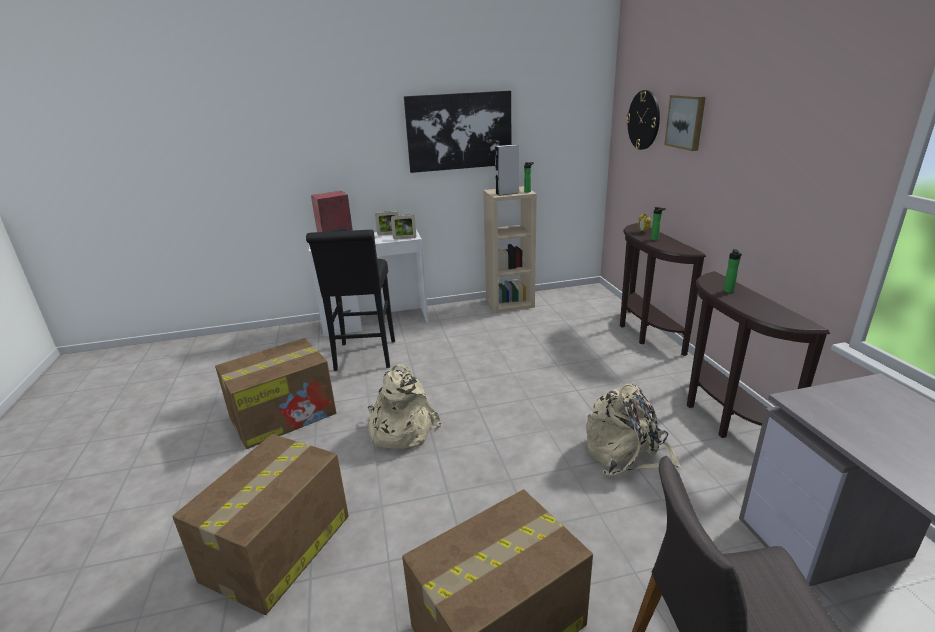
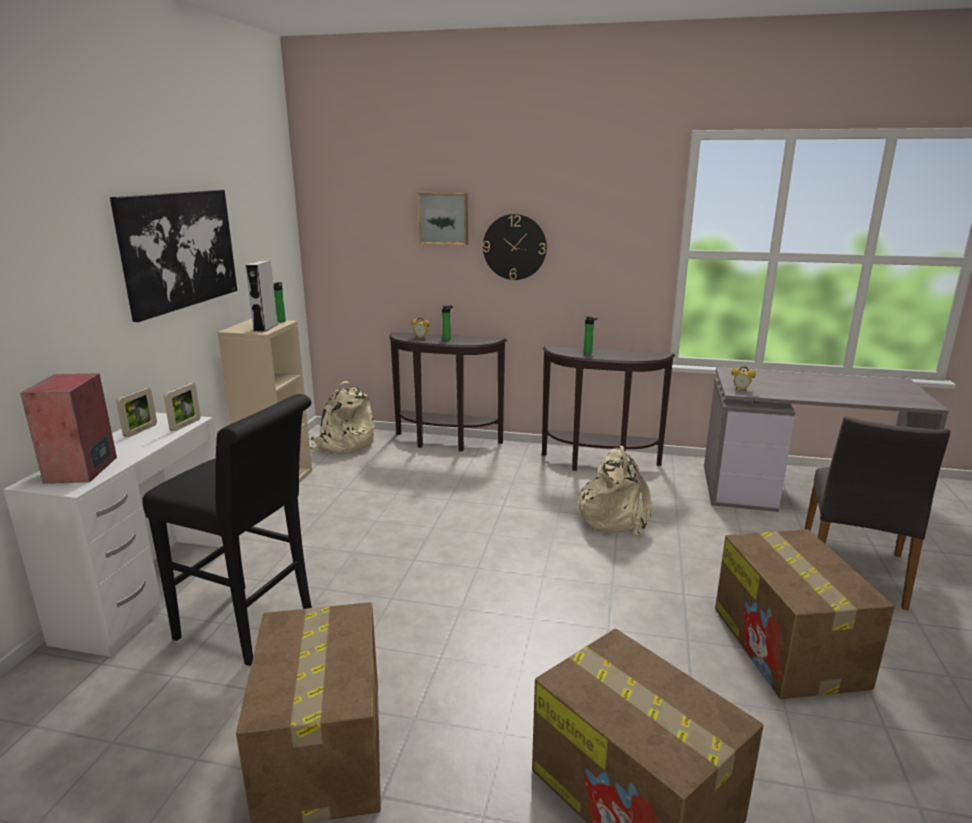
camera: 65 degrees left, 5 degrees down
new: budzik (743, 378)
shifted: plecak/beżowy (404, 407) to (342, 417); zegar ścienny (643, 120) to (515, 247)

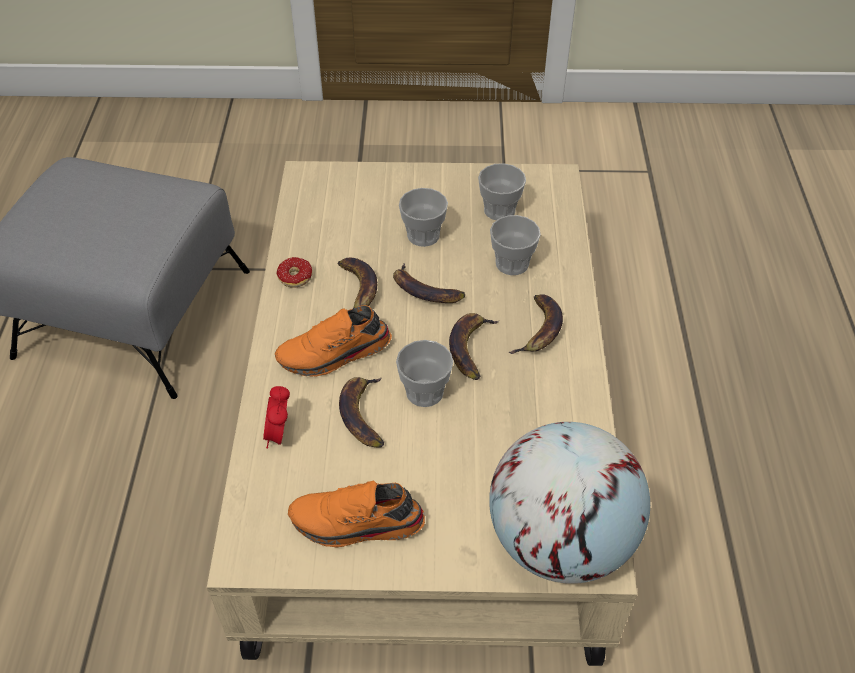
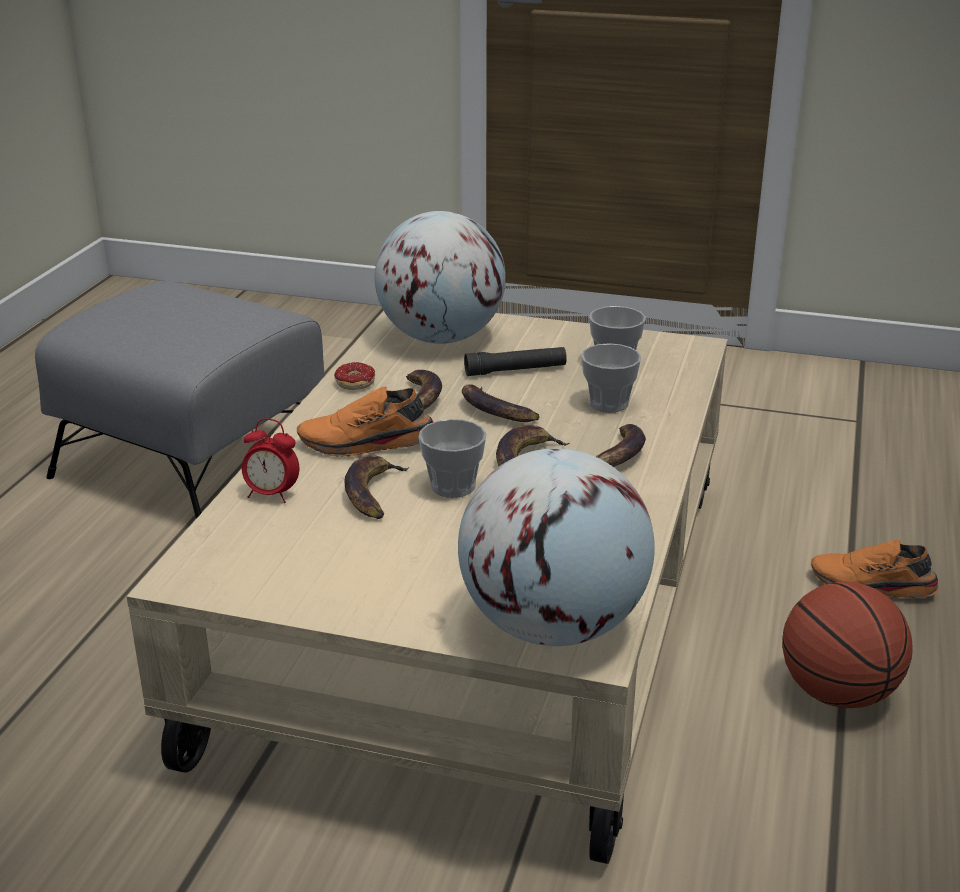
camera: 15 degrees right, 20 degrees down
new: globus (440, 277); piłka do koszykówki (847, 645)
shifted: but/pomarańczowy (356, 514) to (875, 569)
swapped: filiżanka (423, 217) to latarka/czarny (515, 361)
rotated: budzik (276, 417) = (270, 461) 90 degrees counterclockwise

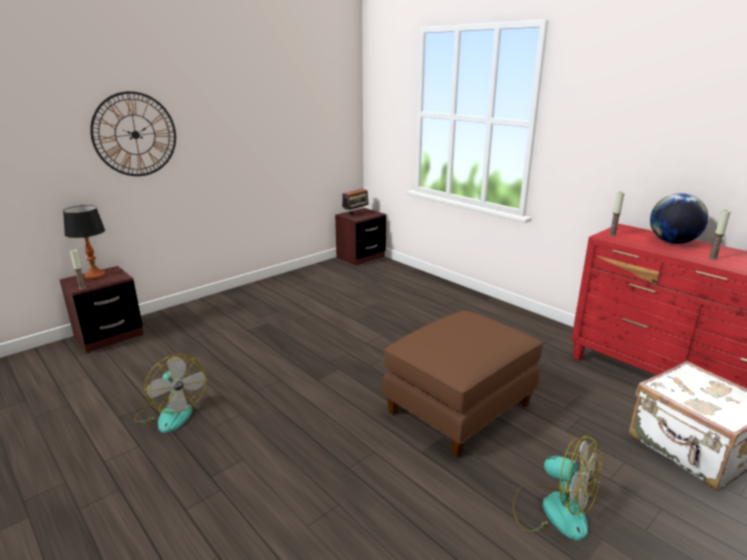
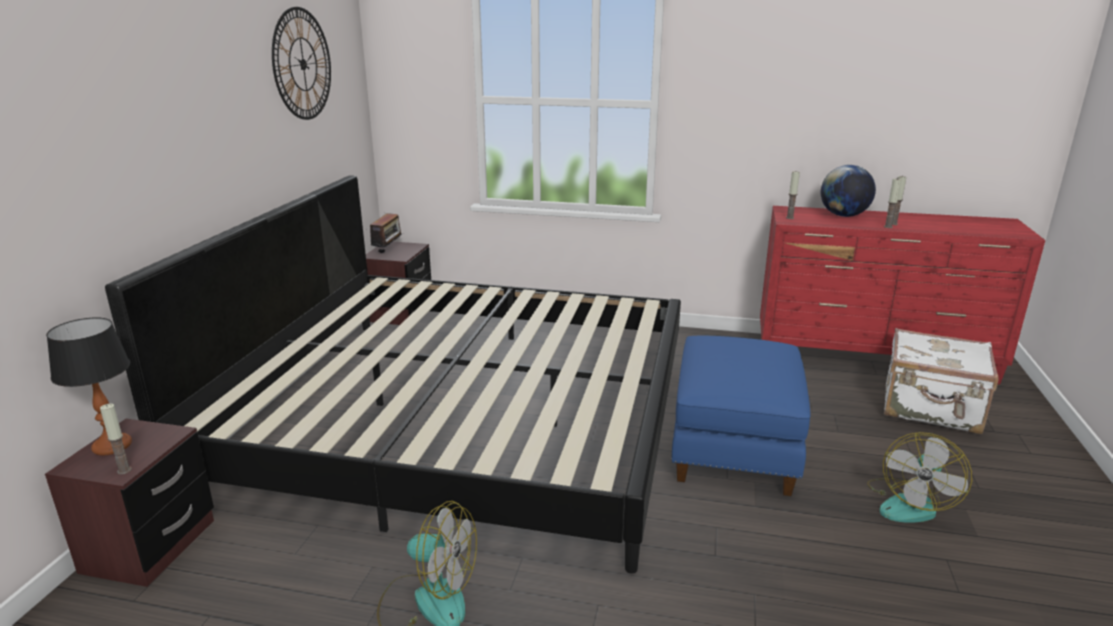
camera: 35 degrees left, 0 degrees up
new: łóżko (393, 374); świeca (892, 203)
shifted: zegar ścienny (133, 133) to (301, 63)
repainted: pufa/brązowy (462, 384) to pufa/niebieski (740, 416)
rotated: wentylator (557, 488) = (919, 477) 120 degrees clockwise

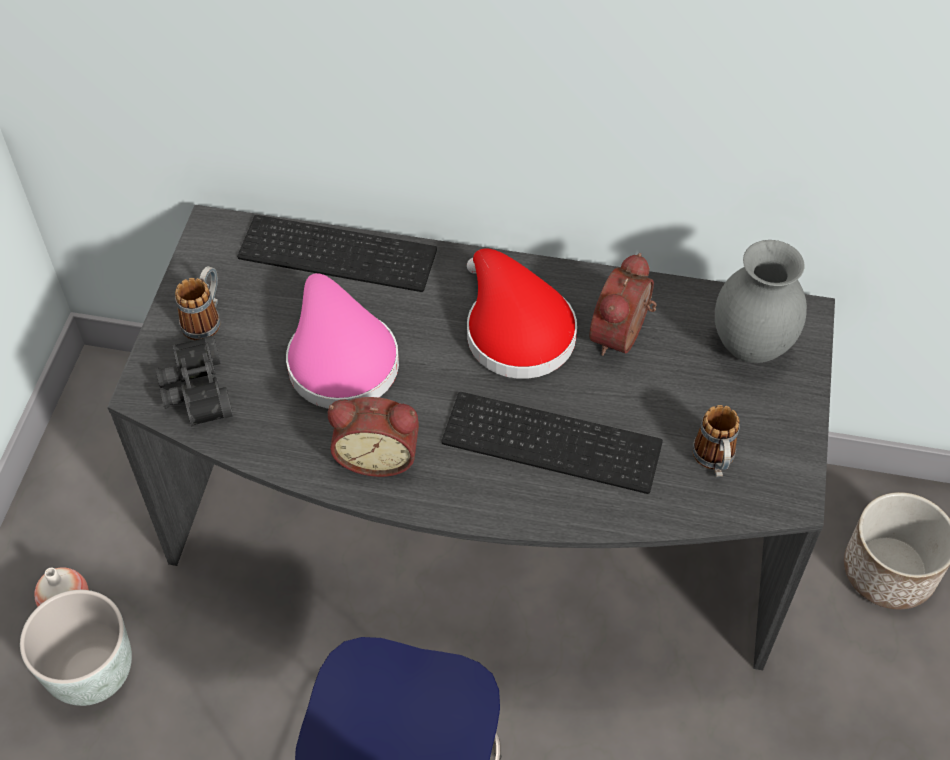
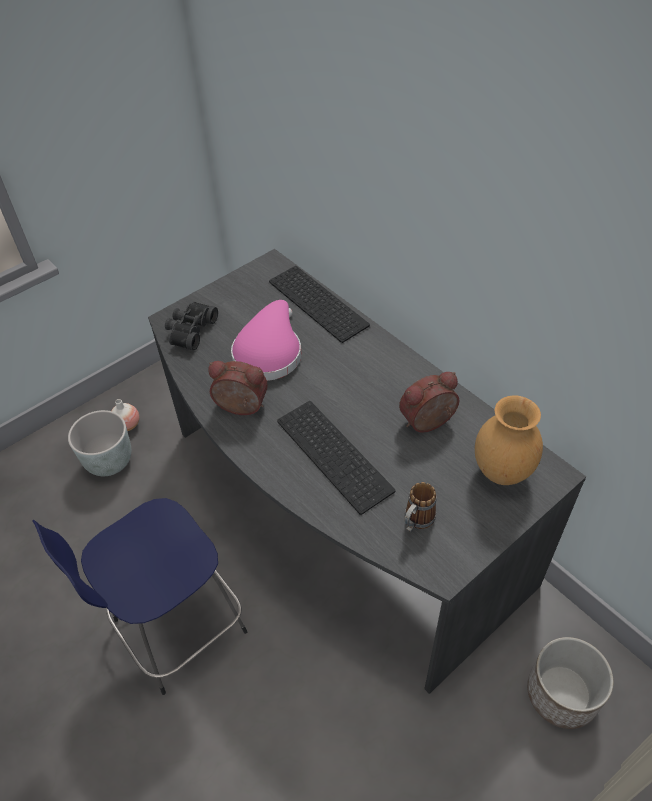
camera: 40 degrees right, 5 degrees down
gone: kubek (197, 303); kapelusz/czerwony (522, 313)
repainted: wazon/szary (761, 301) to wazon/brązowy (509, 440)
rotated: budzik (373, 437) = (238, 388) 150 degrees clockwise

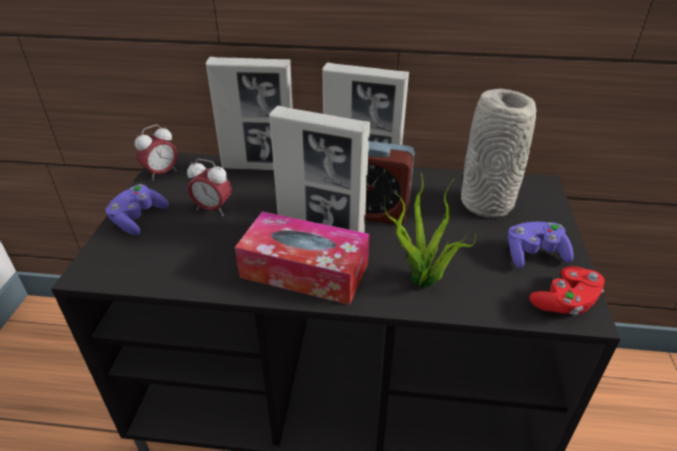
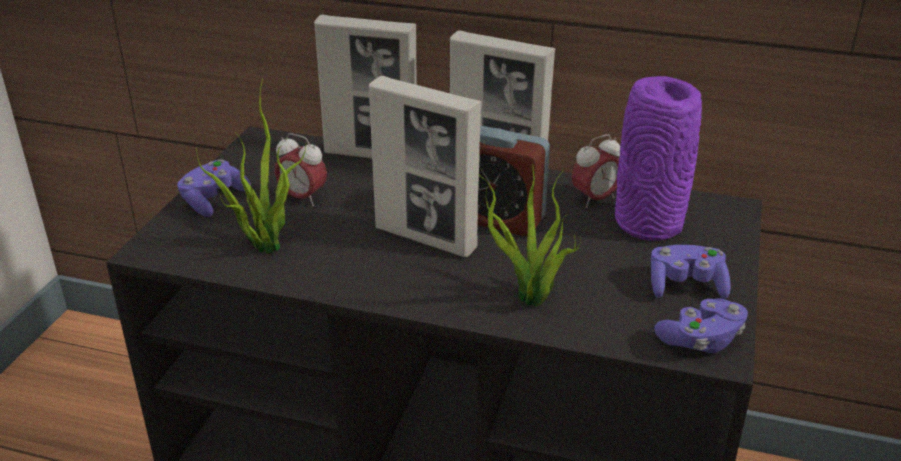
camera: 10 degrees right, 5 degrees down
gone: pudełko chusteczek (302, 258)
new: roślina doniczkowa (251, 166)
shifted: budzik (156, 153) to (596, 171)
repainted: wazon/szary (498, 153) to wazon/fioletowy (658, 158); pad do gier/czerwony (566, 290) to pad do gier/fioletowy (701, 325)

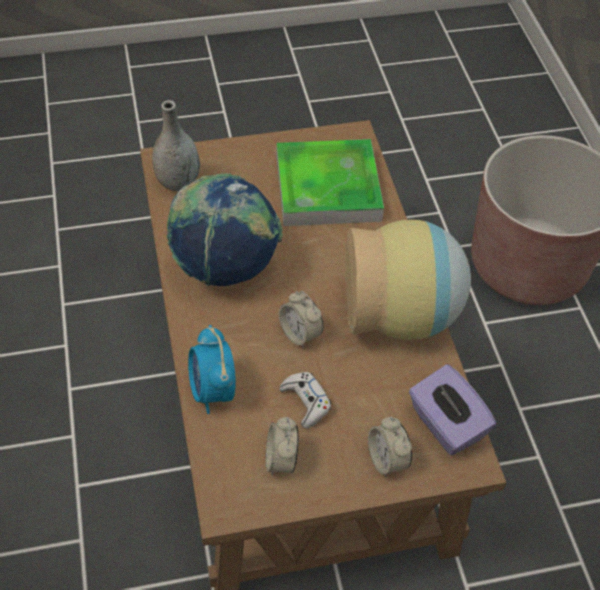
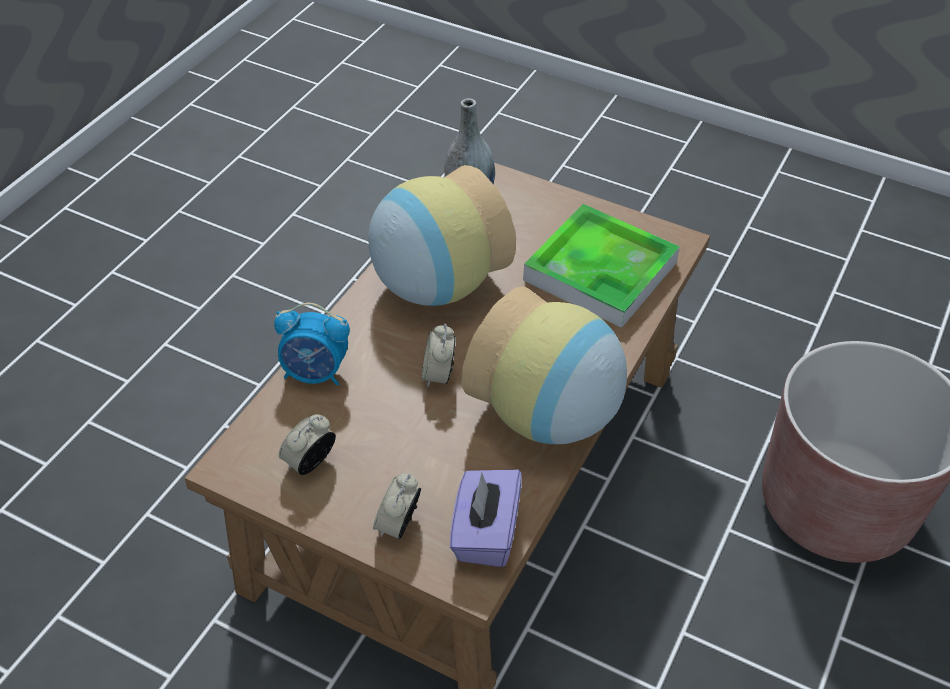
camera: 40 degrees right, 5 degrees down
gone: pad do gier/biały (305, 400)
swapped: globus (224, 229) to wazon (442, 235)
rotated: budzik (212, 369) = (312, 344) 105 degrees counterclockwise

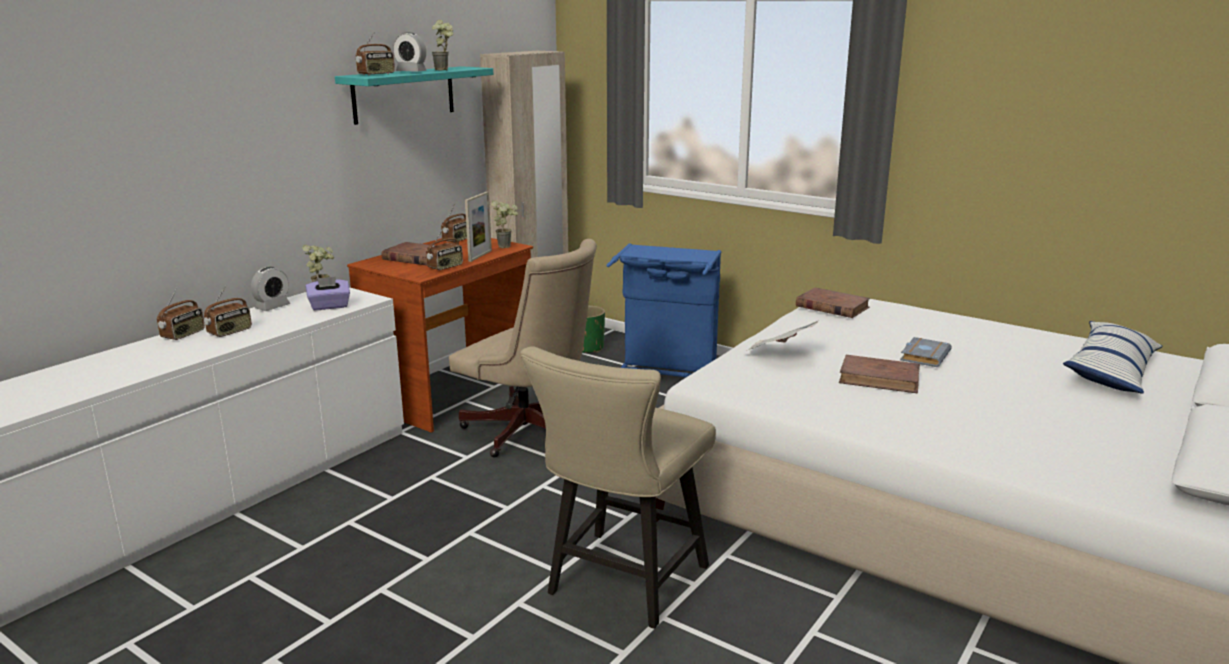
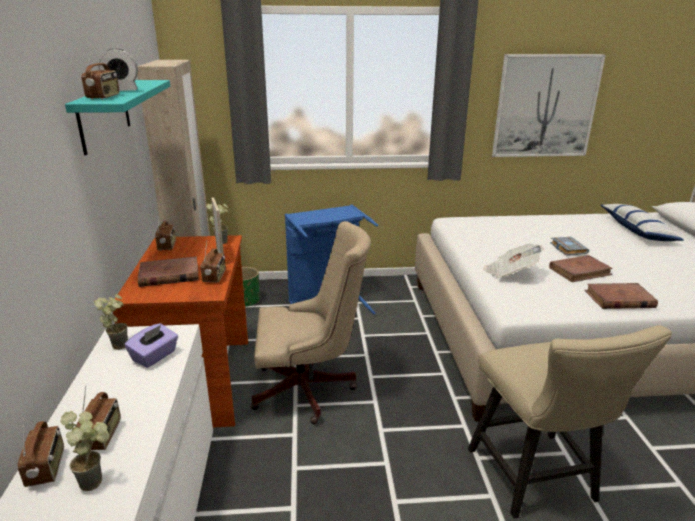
camera: 40 degrees left, 5 degrees up
gone: budzik (270, 289)
new: obraz (549, 105)
shifted: roślina doniczkowa (443, 45) to (85, 451); książka/brązowy (833, 302) to (621, 296)

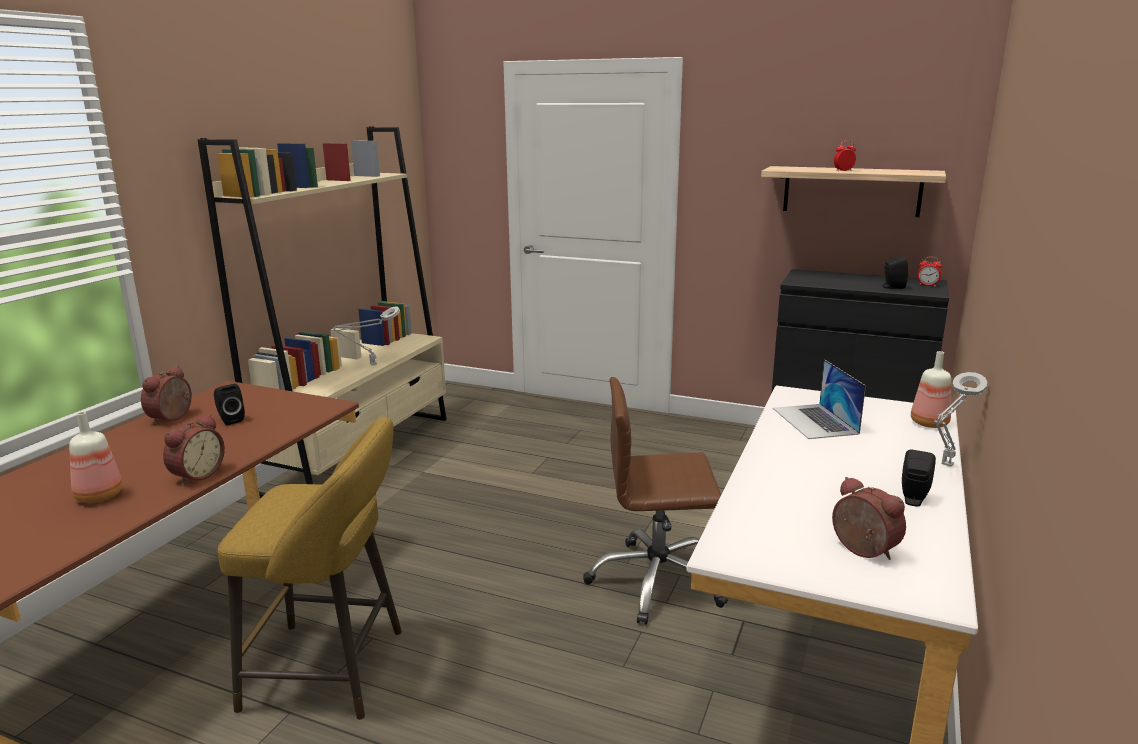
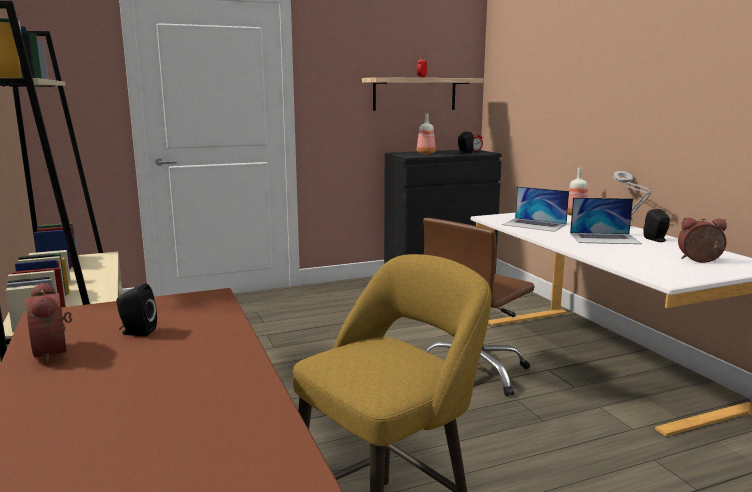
camera: 45 degrees left, 5 degrees down
gone: budzik (194, 450); lampa stołowa/szary (366, 335)
new: laptop (606, 221)
shifted: butelka (96, 457) to (426, 134)

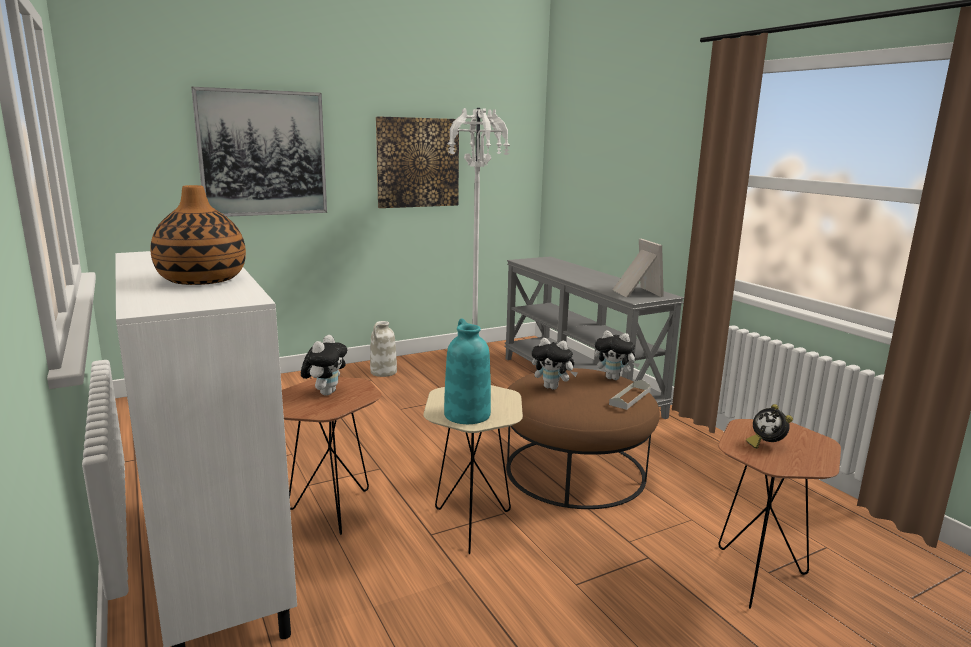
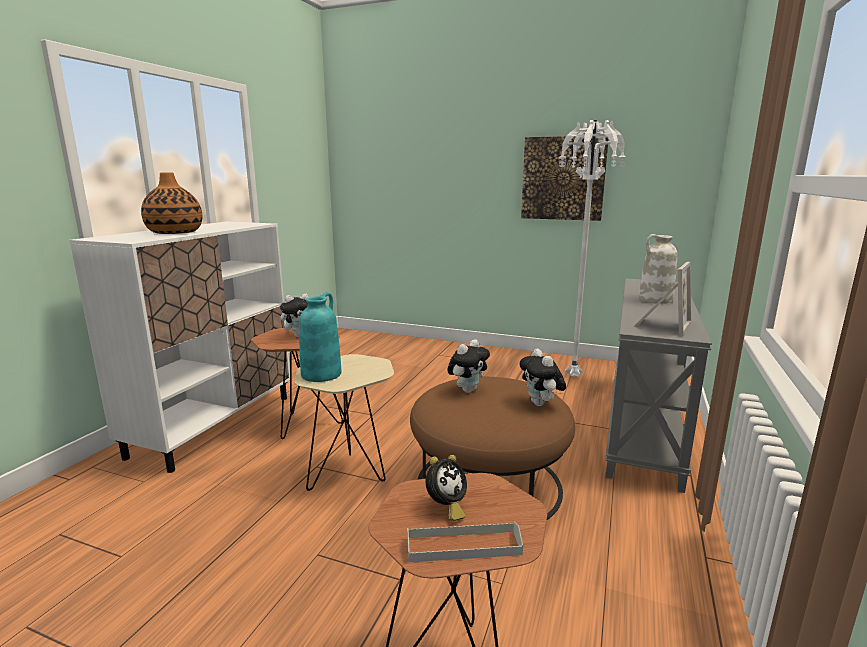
camera: 50 degrees right, 0 degrees up
gone: obraz (259, 152)
shifted: taca/szary (630, 395) to (465, 542); wazon/biały (383, 349) to (658, 269)
rotated: budzik (769, 426) = (446, 488) 150 degrees counterclockwise; pluszak (554, 364) = (468, 366) 120 degrees counterclockwise

